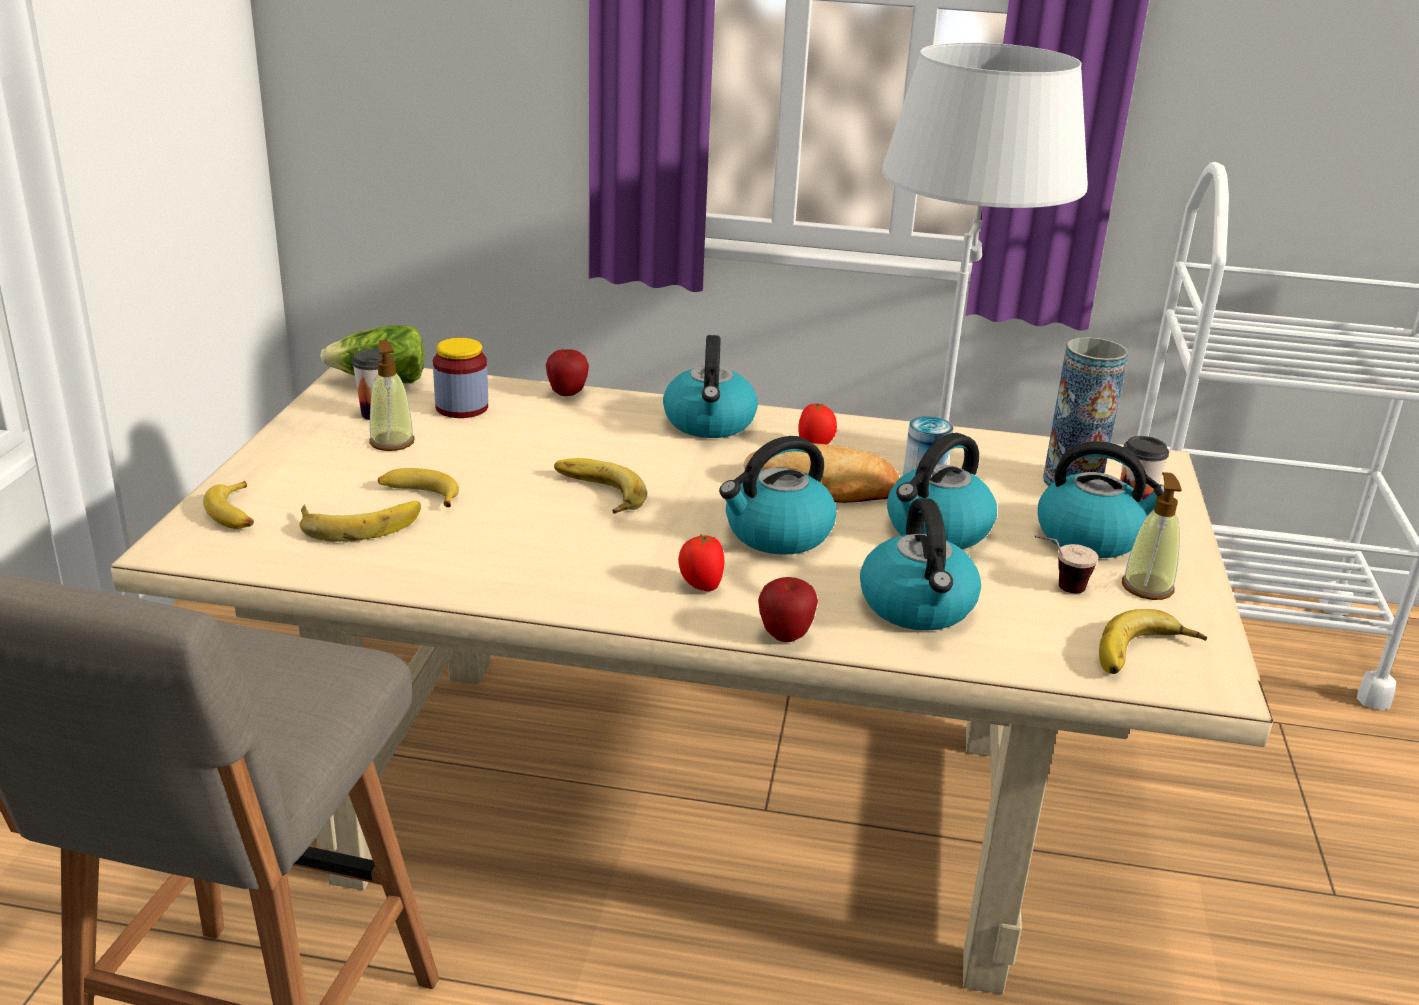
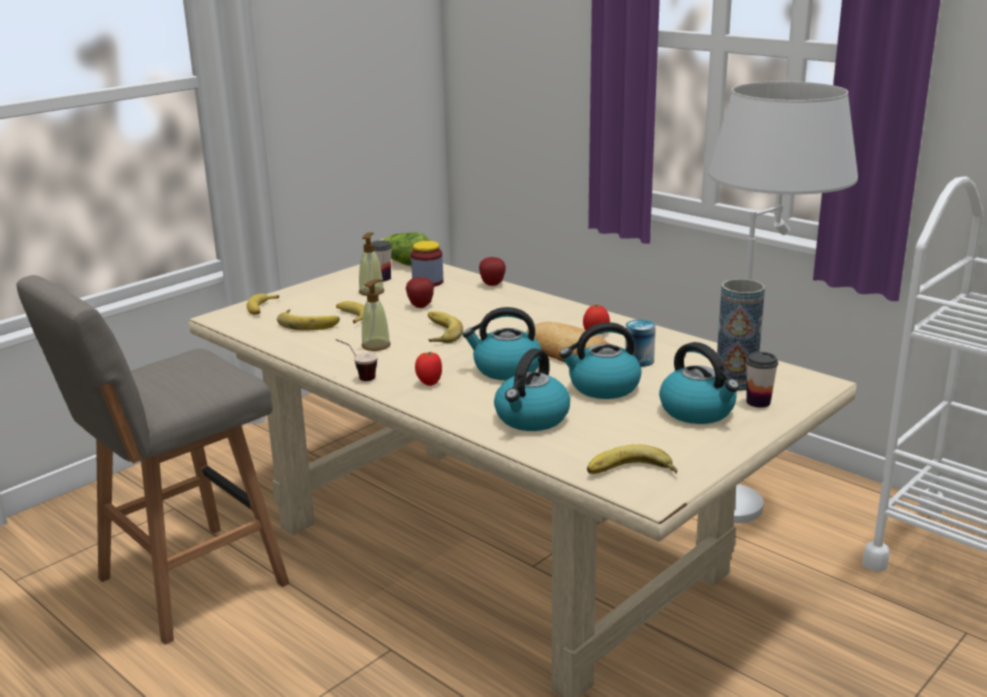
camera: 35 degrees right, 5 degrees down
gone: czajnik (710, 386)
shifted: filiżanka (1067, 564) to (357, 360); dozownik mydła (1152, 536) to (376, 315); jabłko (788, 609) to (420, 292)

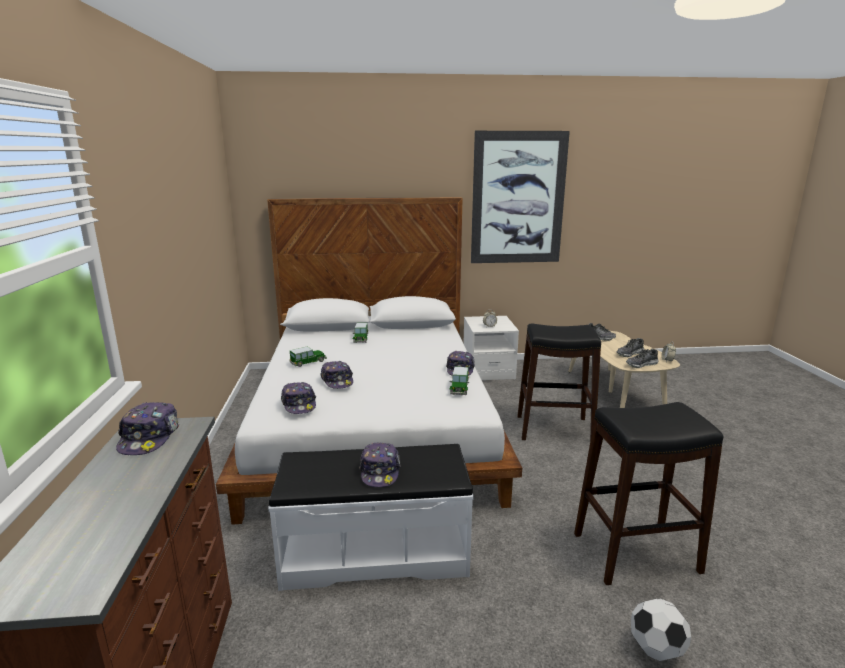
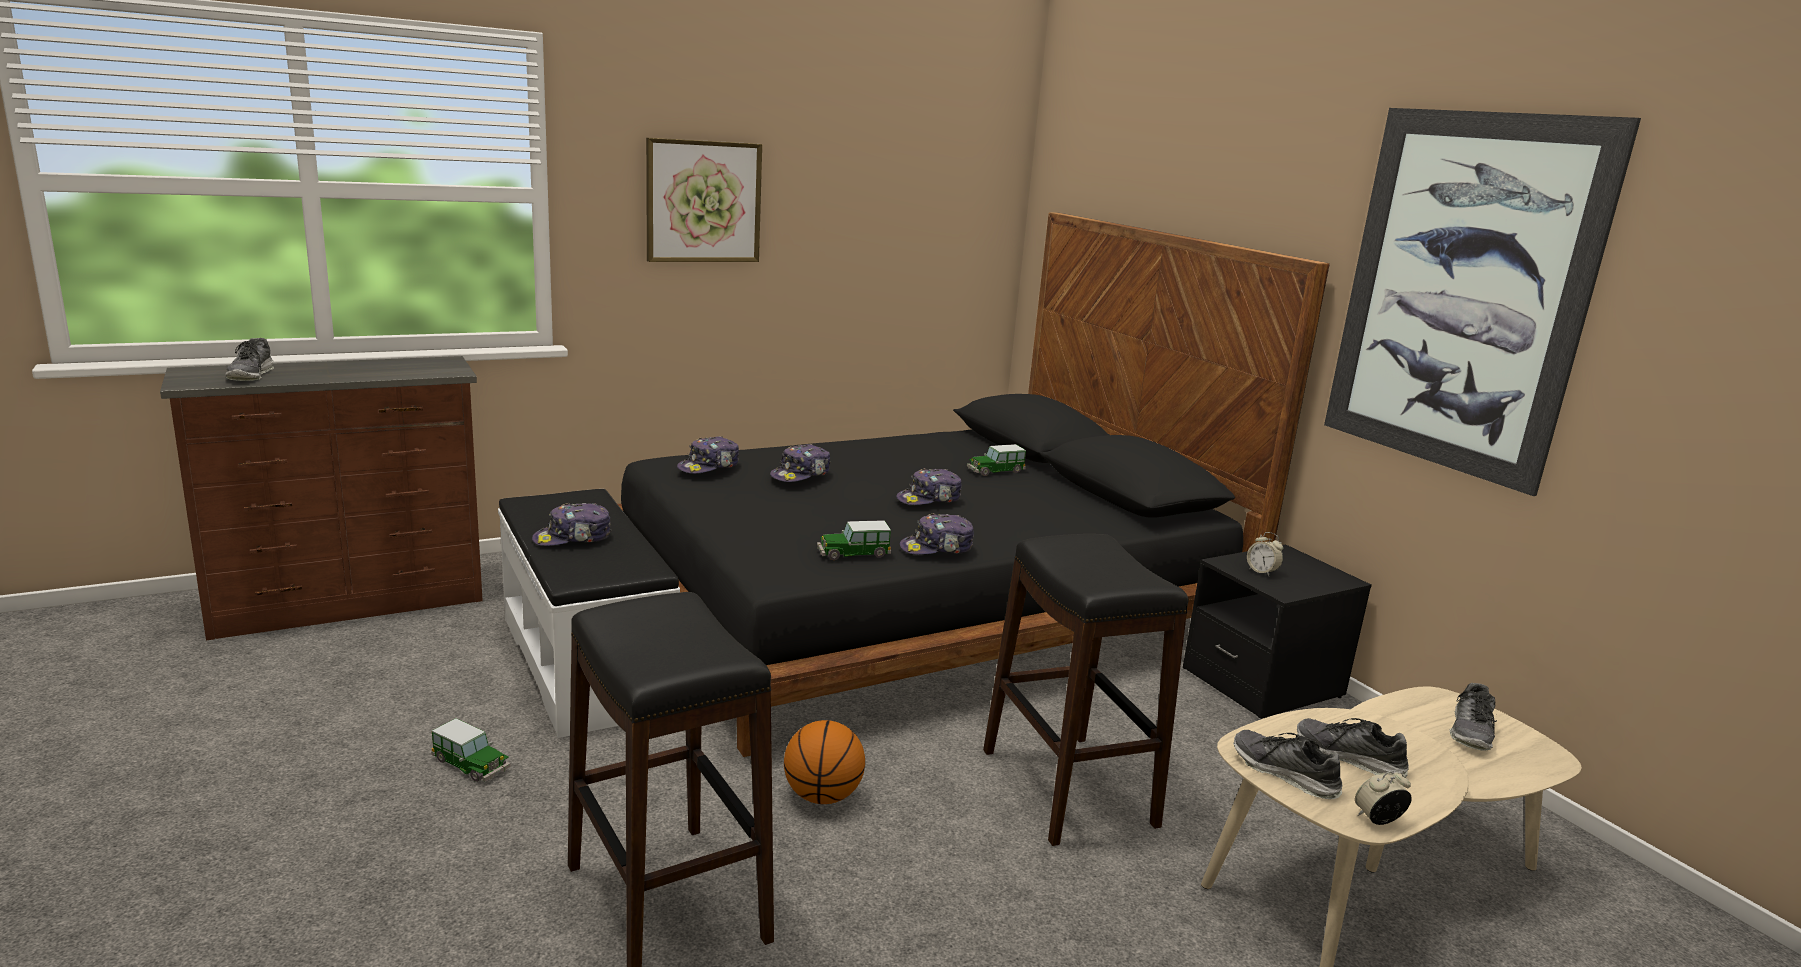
camera: 65 degrees right, 0 degrees up
gone: piłka futbolowa (661, 629)
new: but (250, 359); obraz (704, 200); piłka do koszykówki (824, 762)
shifted: samochodzik (308, 357) to (471, 750); czapka z daszkiem (147, 428) to (929, 486)
repainted: łóżko/biały (369, 361) to łóżko/czarny (974, 484); szafka nocna/biały (491, 348) to szafka nocna/czarny (1277, 631)

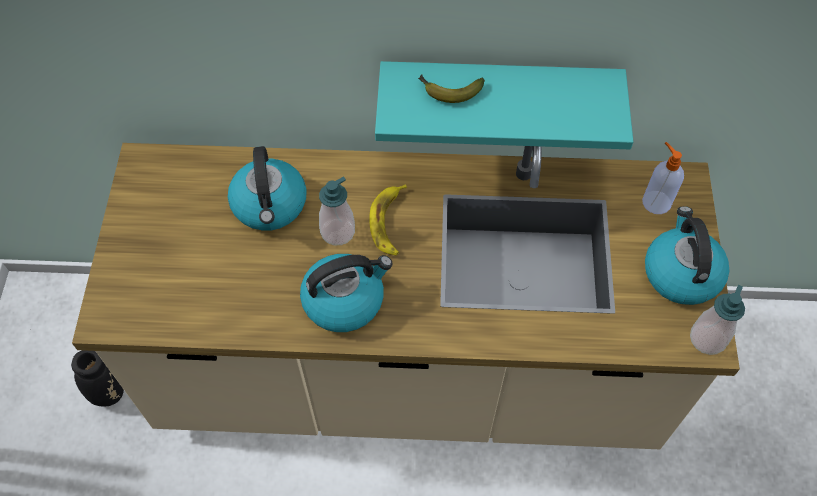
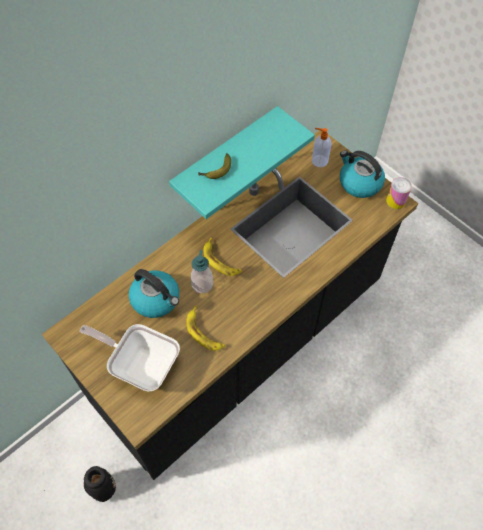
camera: 45 degrees left, 0 degrees up
gone: czajnik (346, 293)
new: patelnia (130, 358); banan (205, 328)
swapped: dozownik mydła (717, 320) to puszka (399, 193)
repainted: zabudowa kuchenna/beżowy (406, 296) to zabudowa kuchenna/czarny (230, 305)

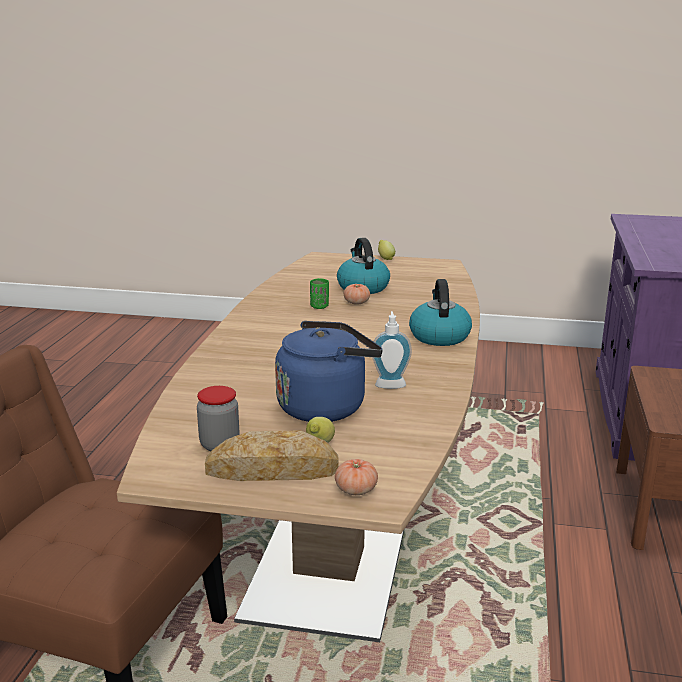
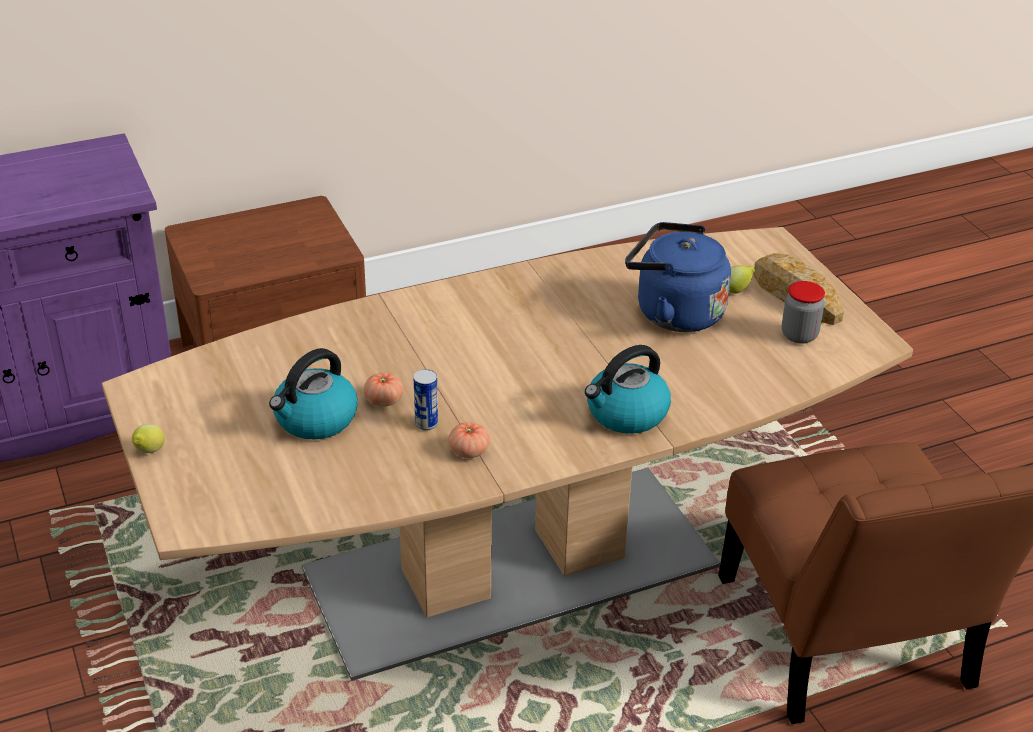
camera: 125 degrees left, 15 degrees up
gone: dozownik mydła (392, 350)
shifted: pomidor (356, 477) to (469, 440); czajnik (440, 312) to (628, 389)
swapped: filiżanka/zielony (319, 293) to puszka (425, 400)

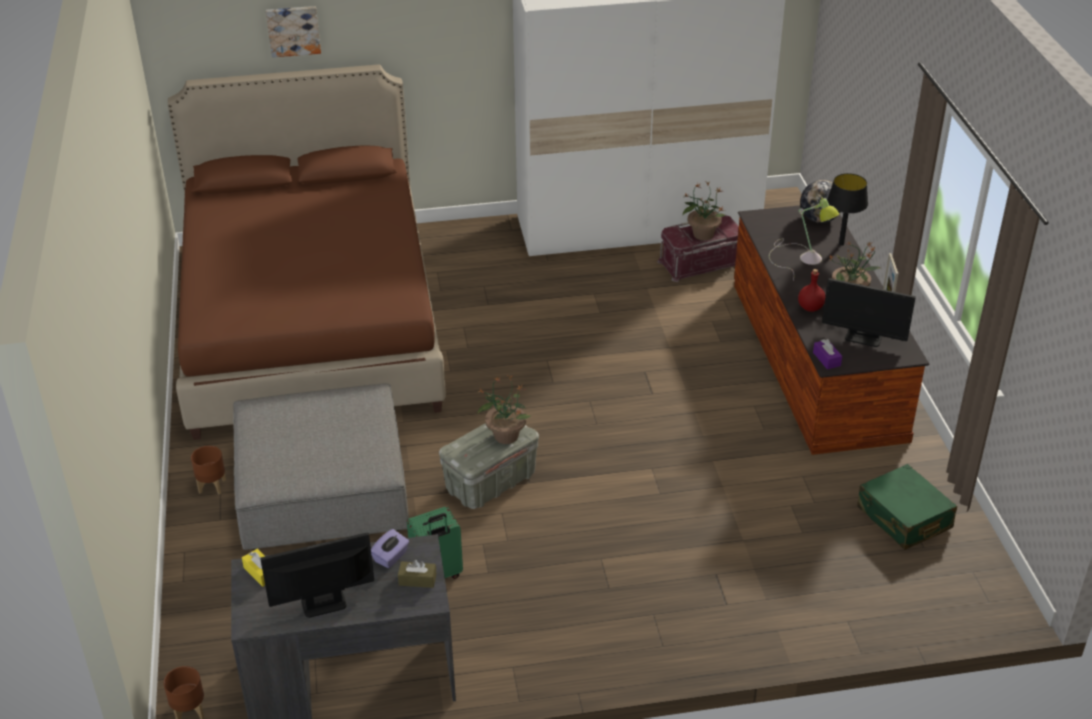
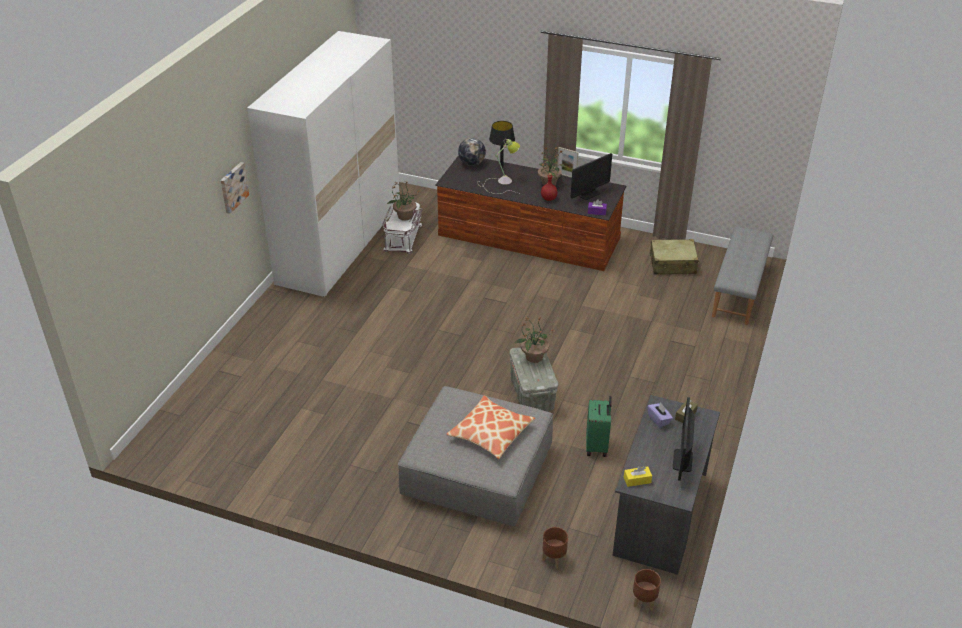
camera: 60 degrees left, 0 degrees up
gone: łóżko/brązowy (307, 252)
new: poduszka (491, 427); ławka/szary (742, 276)
shifted: obraz (293, 32) to (234, 188); donica/brązowy (208, 470) to (555, 547)
repainted: pojemnik do przechowywania/czerwony (698, 248) to pojemnik do przechowywania/biały (402, 228); walizka/zielony (907, 507) to walizka/beżowy (674, 256)

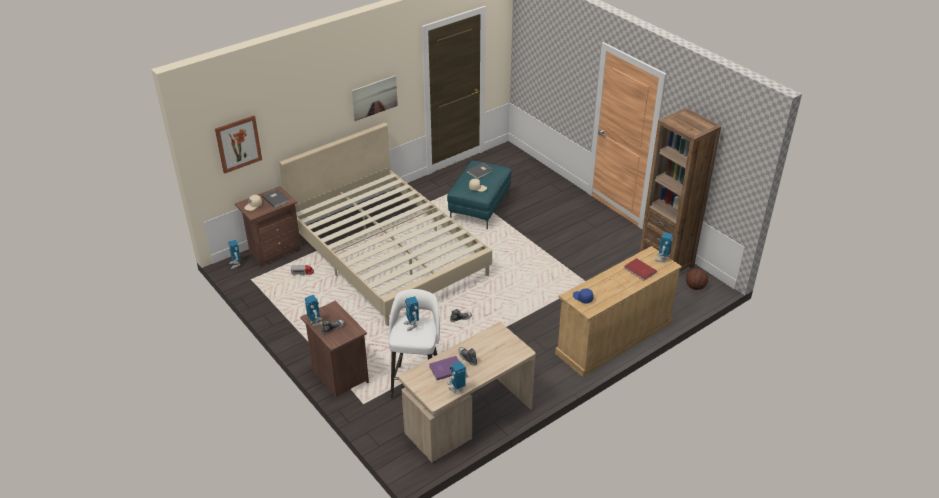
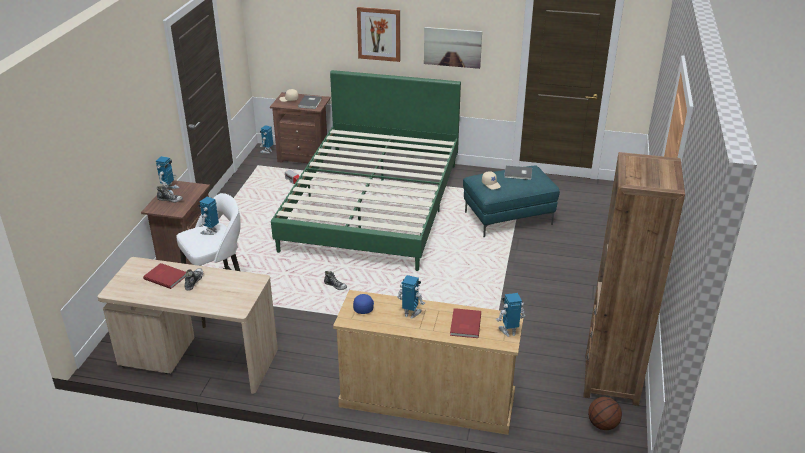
camera: 50 degrees right, 5 degrees down
shifted: obraz (238, 144) to (378, 34); robot zabawkowy (457, 377) to (411, 297)
repainted: książka/fioletowy (444, 368) to książka/czerwony (164, 276); łóżko/beżowy (385, 224) to łóżko/zielony (366, 170)

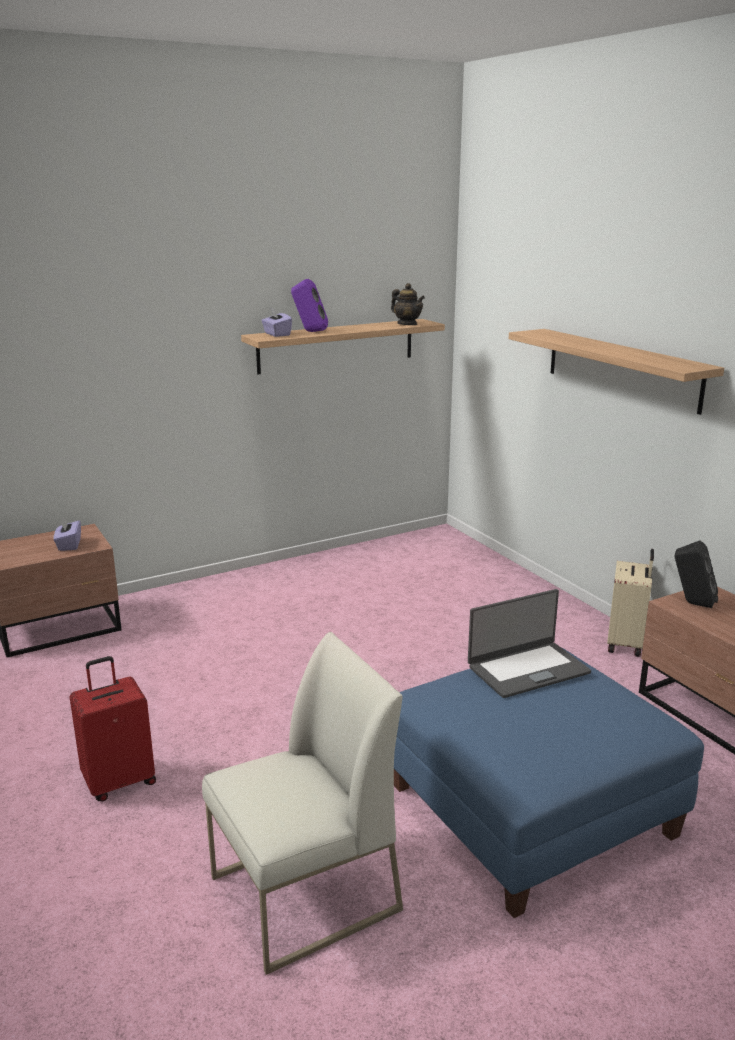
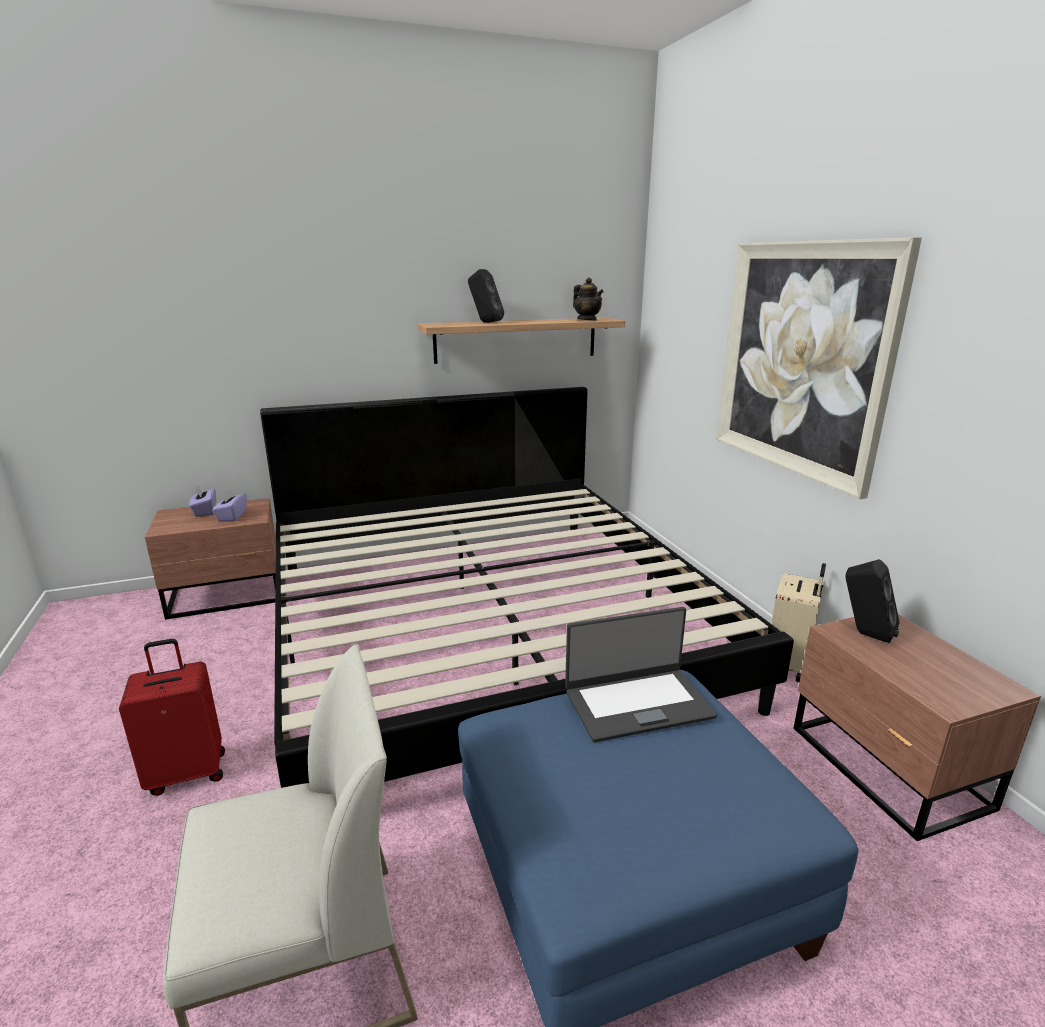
camera: 10 degrees right, 0 degrees up
new: łóżko (527, 587)
shifted: pudełko chusteczek/fioletowy (276, 322) to (202, 501)
swapped: półka (616, 372) to obraz (819, 368)
repainted: głośnik/fioletowy (309, 305) to głośnik/czarny (486, 296)

